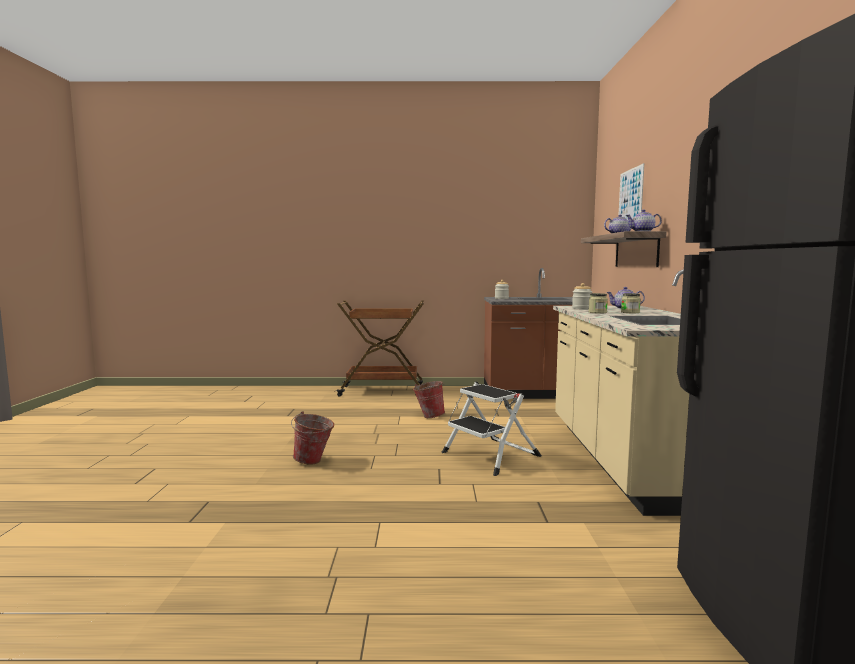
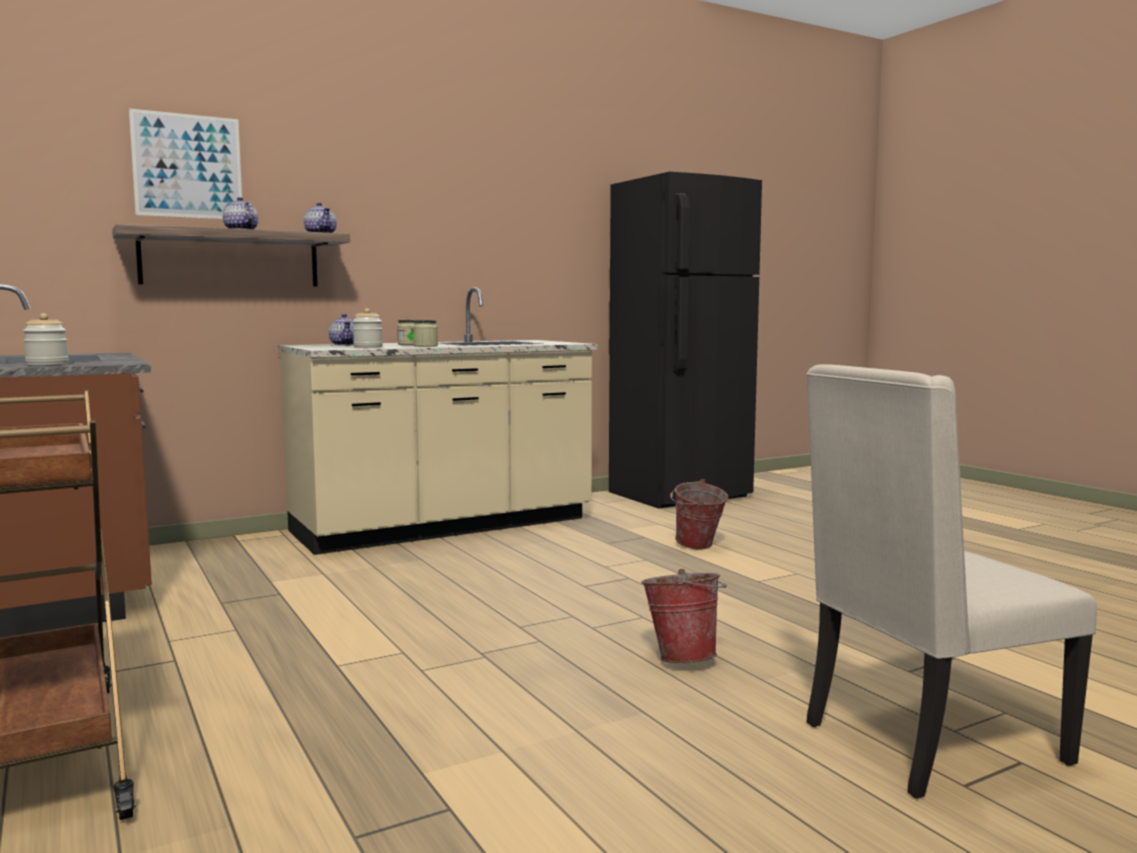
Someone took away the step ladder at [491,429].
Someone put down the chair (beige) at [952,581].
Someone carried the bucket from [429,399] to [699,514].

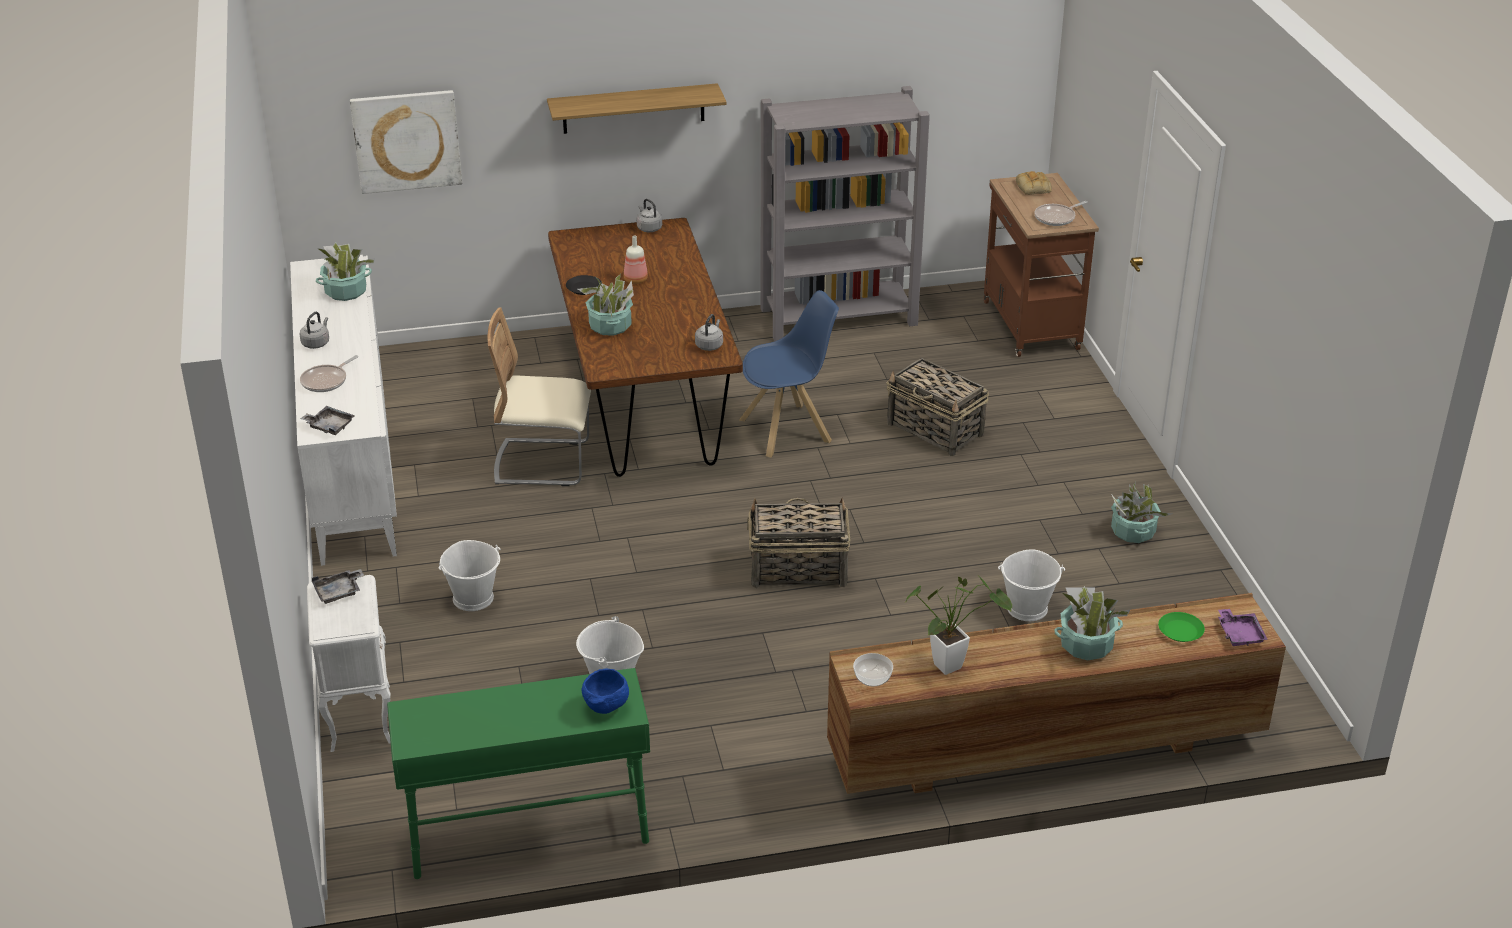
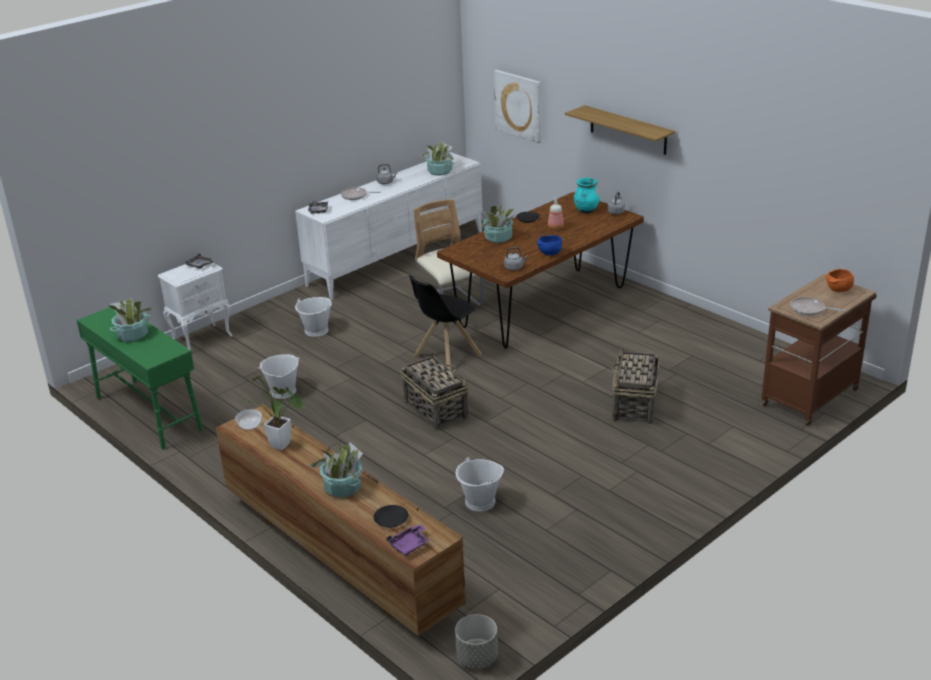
Someone took away the chair (blue) at [789,374].
Someone took away the bookcase (grey) at [845,213].
Someone put down the chair (black) at [445,323].
Someone put down the planter (grey) at [476,641].
Someone put down the vase (turquoise) at [587,196].
Someone carried the bowl (blue) from [605,691] to [549,245].
Someone carried the potted plant from [1141,512] to [129,320].
Someone swapped the bread at [1034,183] for the bowl (orange) at [840,280].
Someone repainted the plate (green) at [1181,627], which became the plate (black) at [391,516].

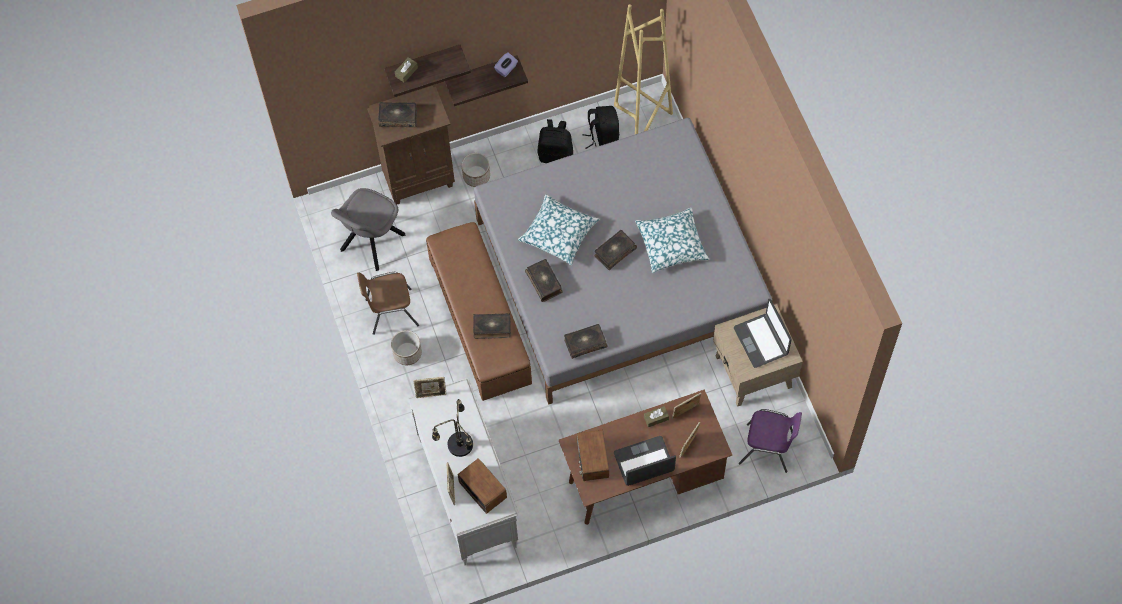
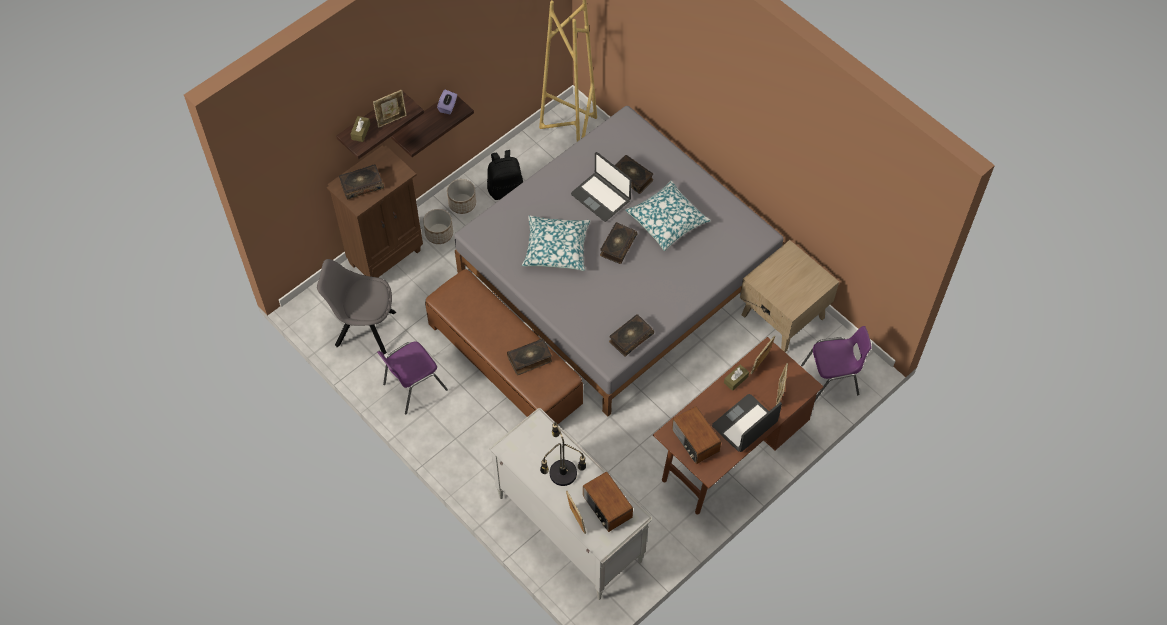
Someone took away the backpack (black) at [601,127].
Someone carried the planter from [406,347] to [461,196].
Someone carried the picture frame from [430,387] to [390,109].
Someone carried the book from [544,280] to [634,174].
Someone carried the laptop from [763,333] to [601,187].
Someone repainted the chair (brown) at [388,303], which became the chair (purple) at [412,377].
Someone rotated the chair (grey) at [368,229] by 90 degrees clockwise.
Someone rotated the radio at [482,486] by 150 degrees counterclockwise.

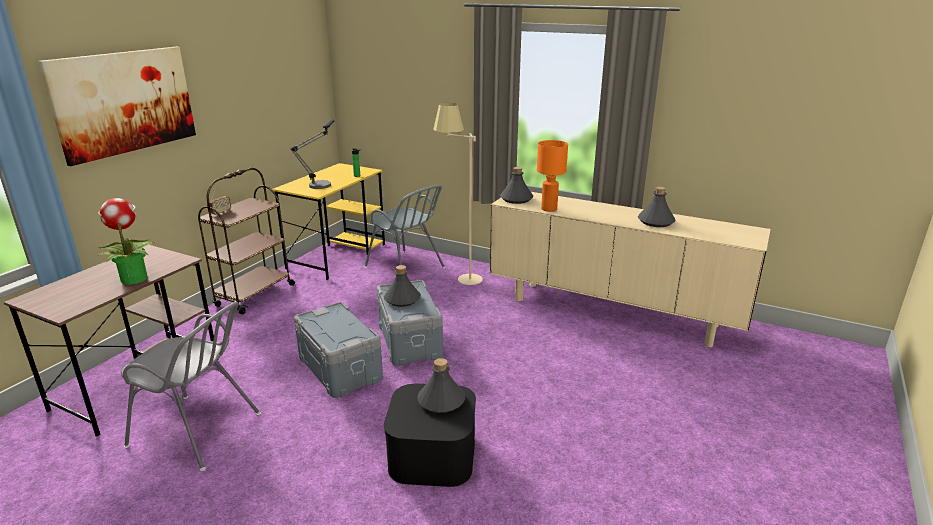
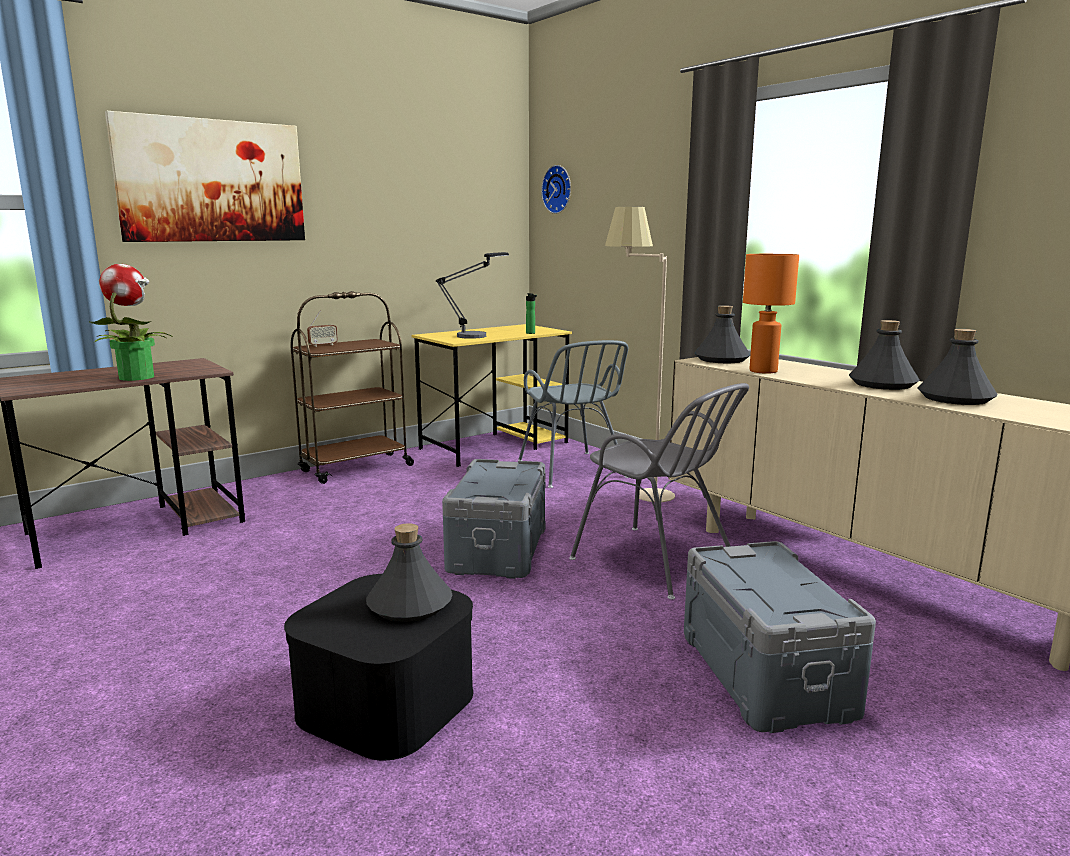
Someone put up the wall clock at [556,189].
Someone carried the chair (grey) from [191,386] to [659,491].
Someone carried the storage box (grey) from [338,350] to [780,637].
Someone carried the bottle (grey) from [402,286] to [884,355].

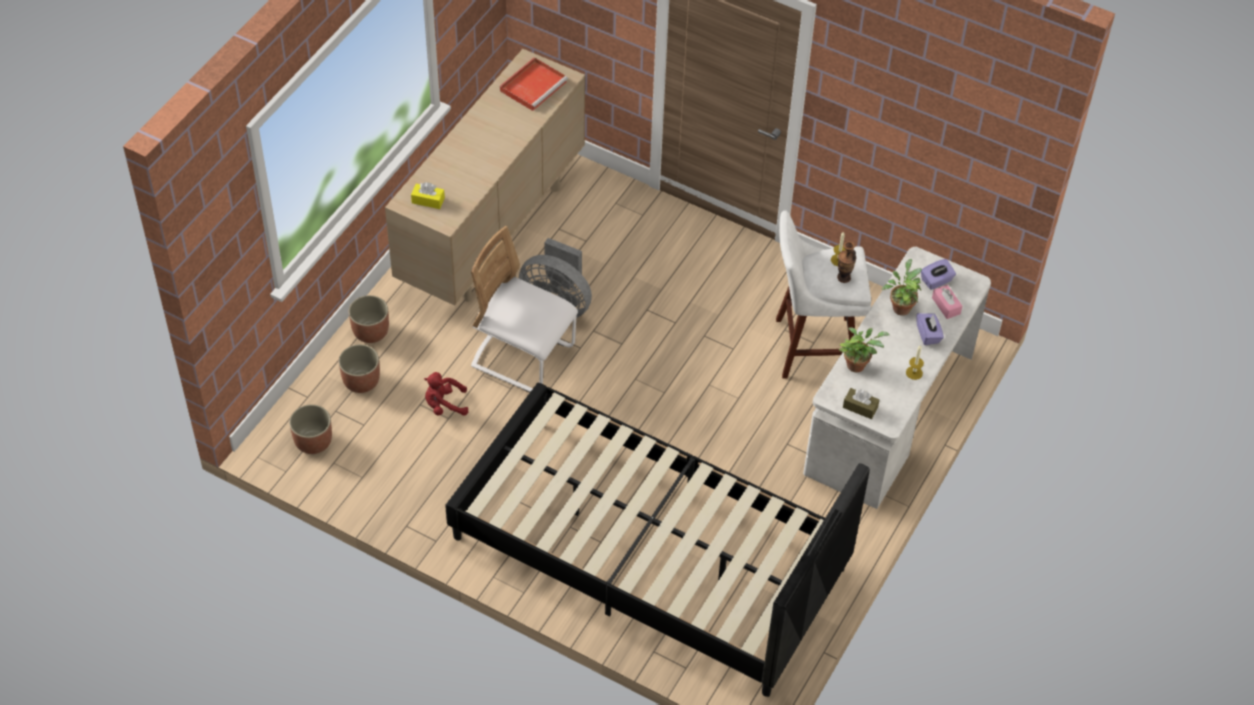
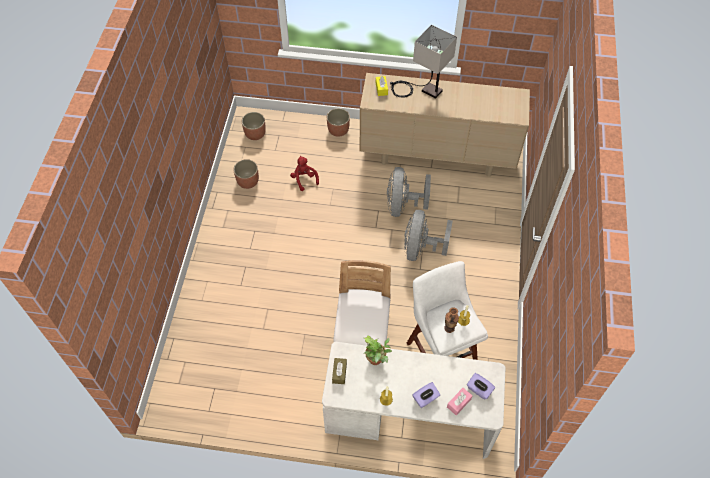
Someone took away the bed (black) at [657,540].
Someone took away the tray (red) at [534,84].
Someone took away the potted plant at [902,287].
Someone put down the table lamp at [423,62].
Someone put down the fan (grey) at [428,235].
Someone carried the planter from [359,368] to [246,174].
Someone carried the chair (white) from [524,309] to [362,303].

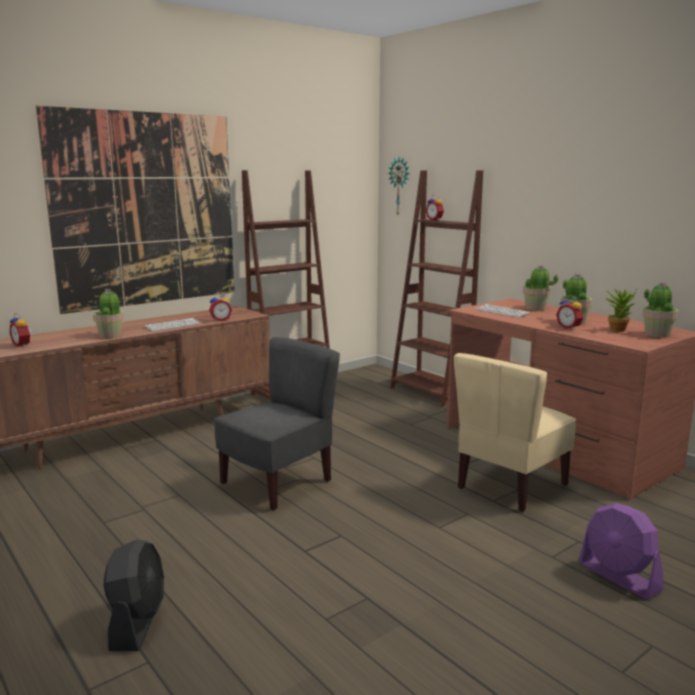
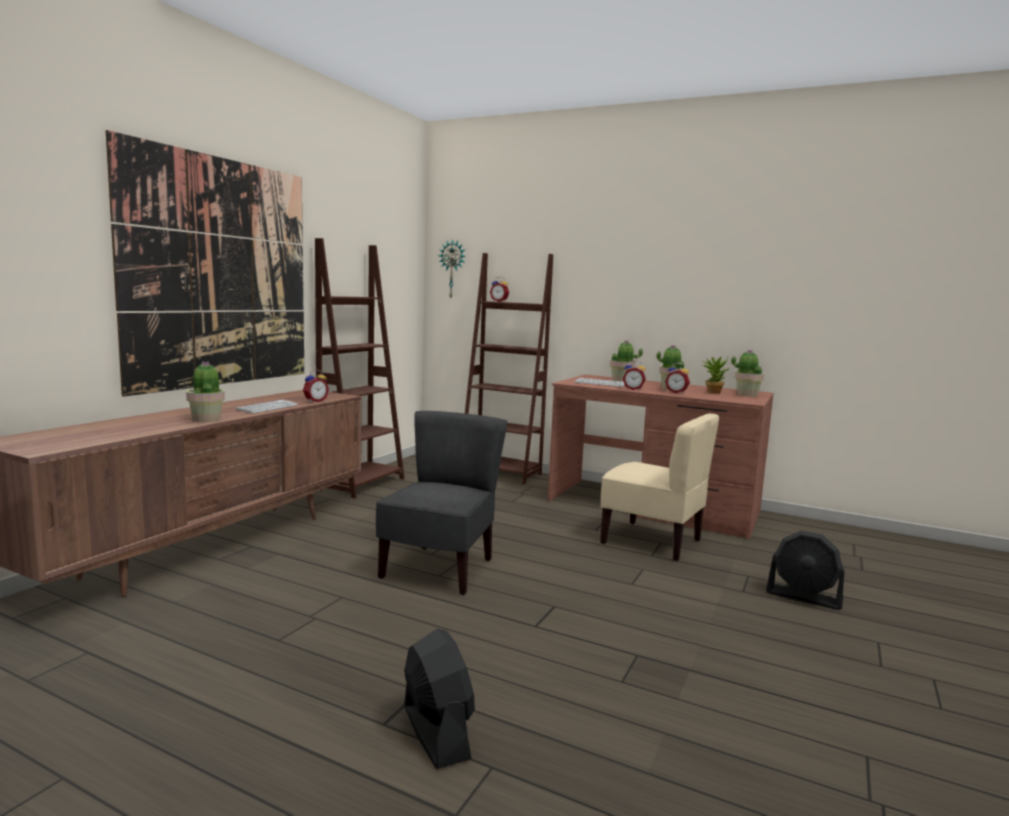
Someone carried the alarm clock from [21,330] to [634,375].
Someone repainted the fan (purple) at [621,551], which became the fan (black) at [805,570].
Someone rotated the chair (beige) at [515,432] by 75 degrees counterclockwise.

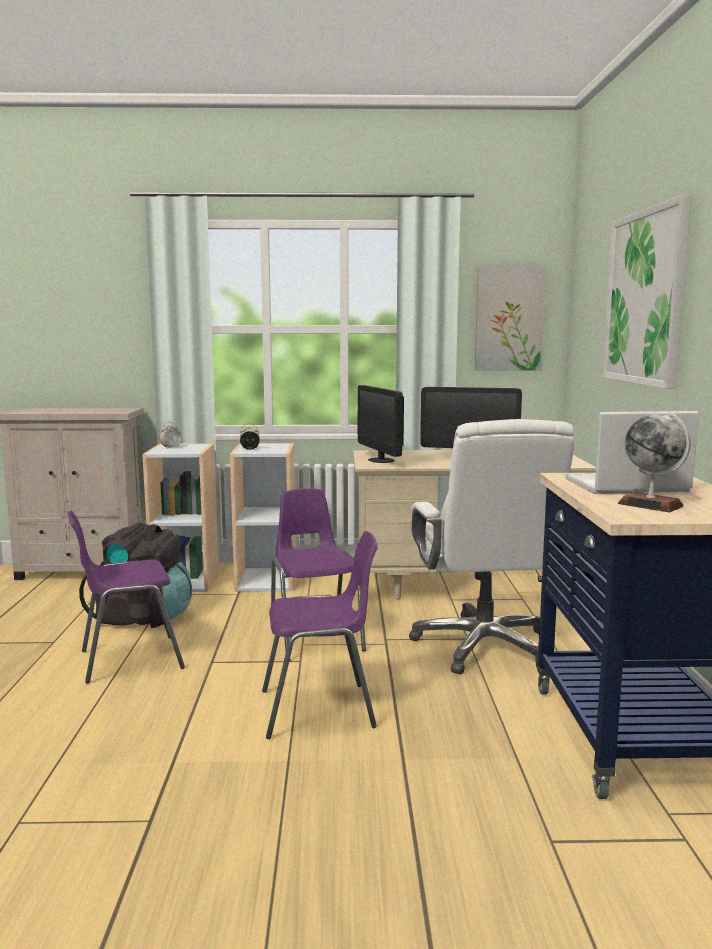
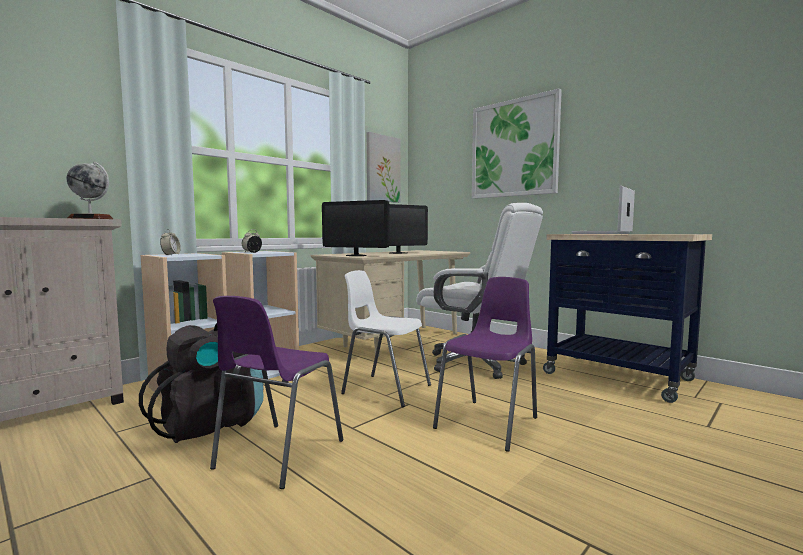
Someone carried the globe from [654,462] to [89,190].
Someone repainted the chair (purple) at [318,575], which became the chair (white) at [386,338].

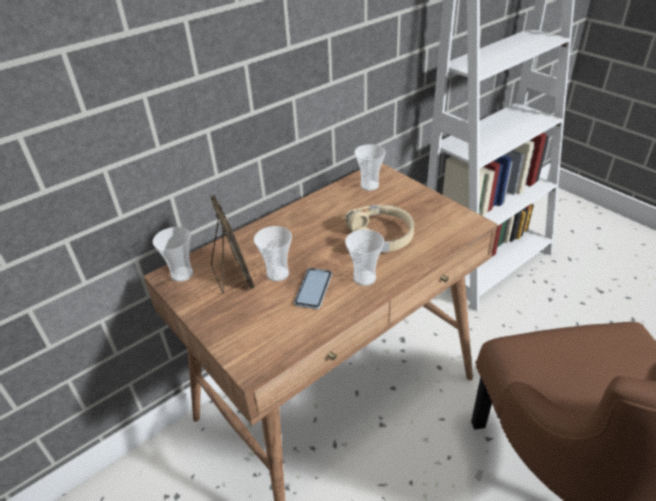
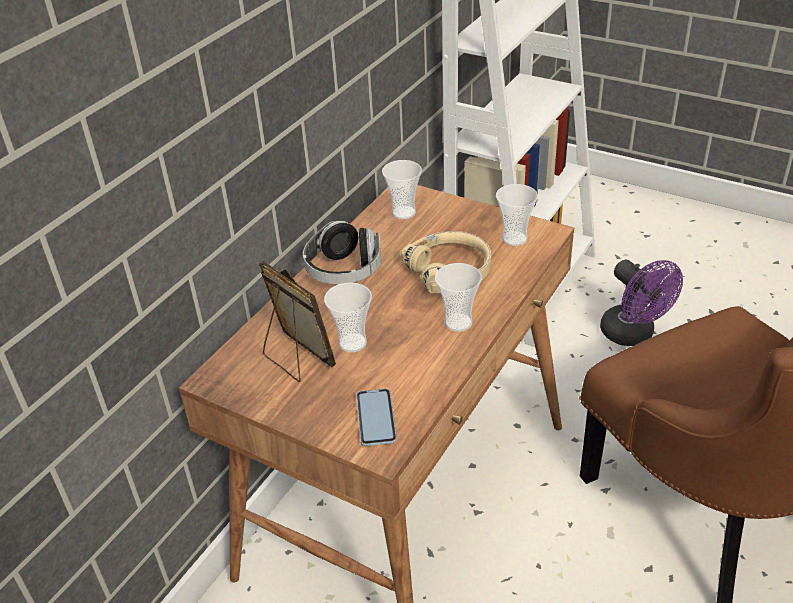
Someone put down the headphones at [342,252].
Someone put down the fan (purple) at [641,302].
Someone carried the cup from [173,254] to [517,215].
Someone carried the phone from [313,288] to [376,417].

